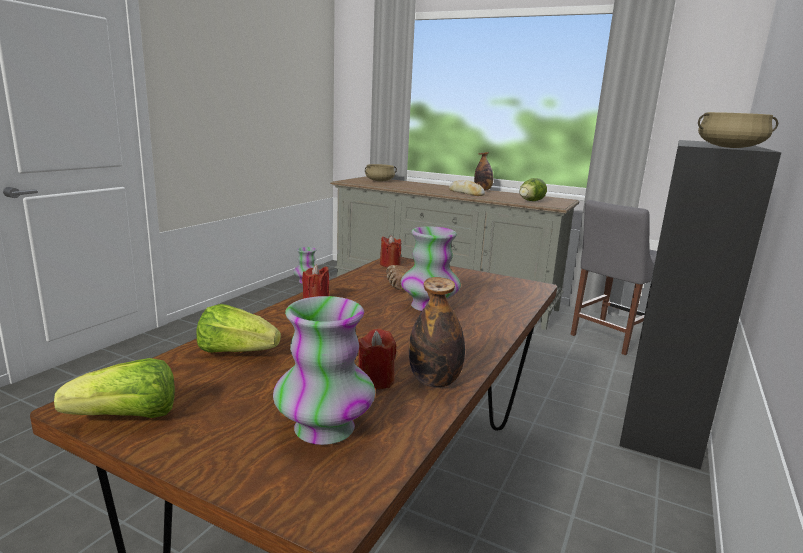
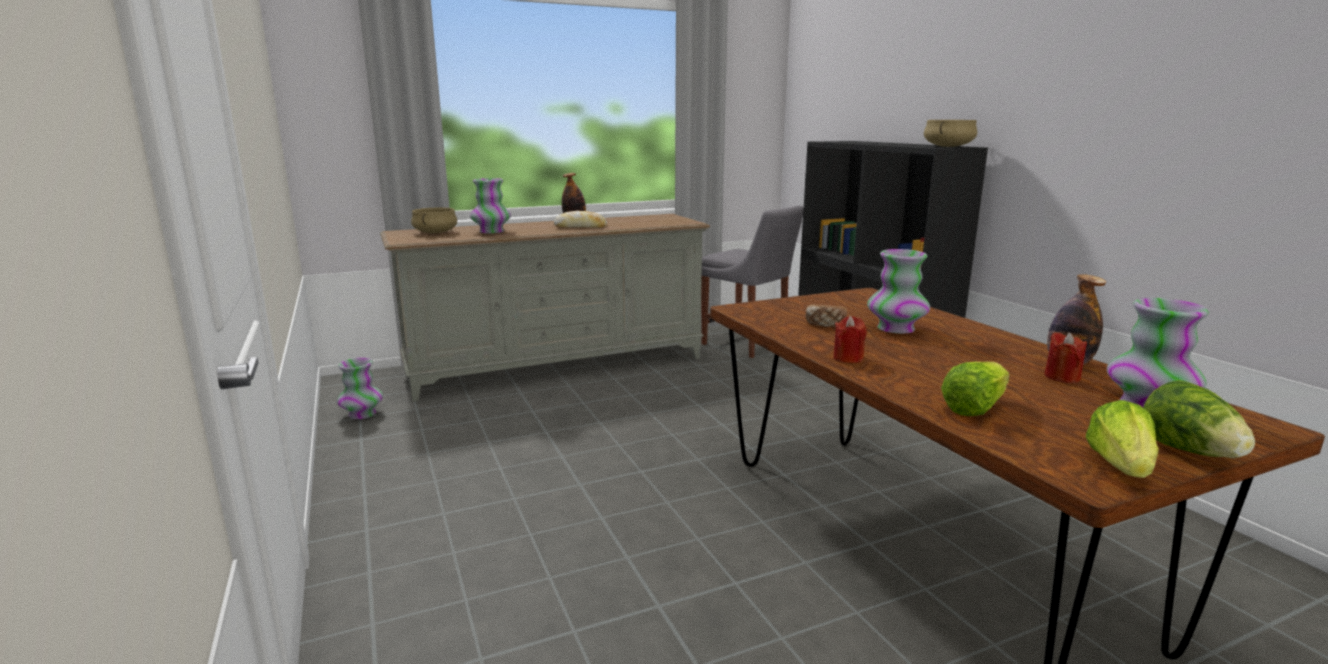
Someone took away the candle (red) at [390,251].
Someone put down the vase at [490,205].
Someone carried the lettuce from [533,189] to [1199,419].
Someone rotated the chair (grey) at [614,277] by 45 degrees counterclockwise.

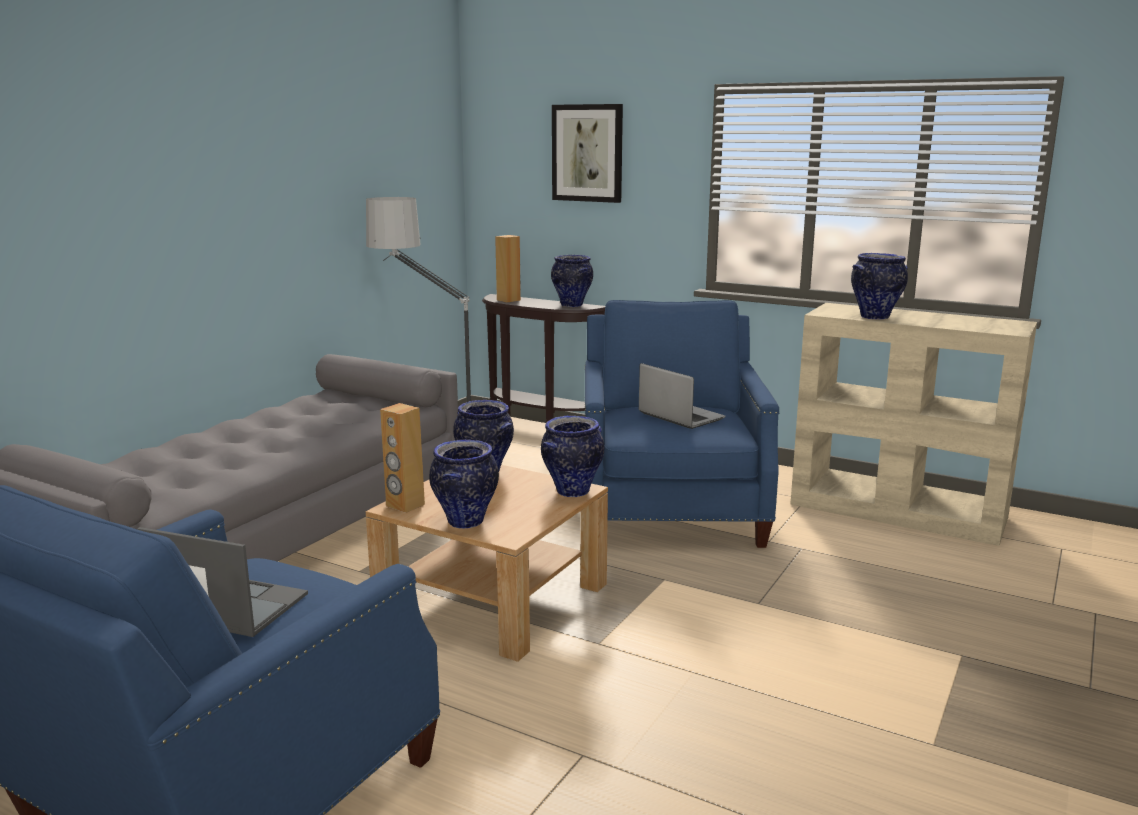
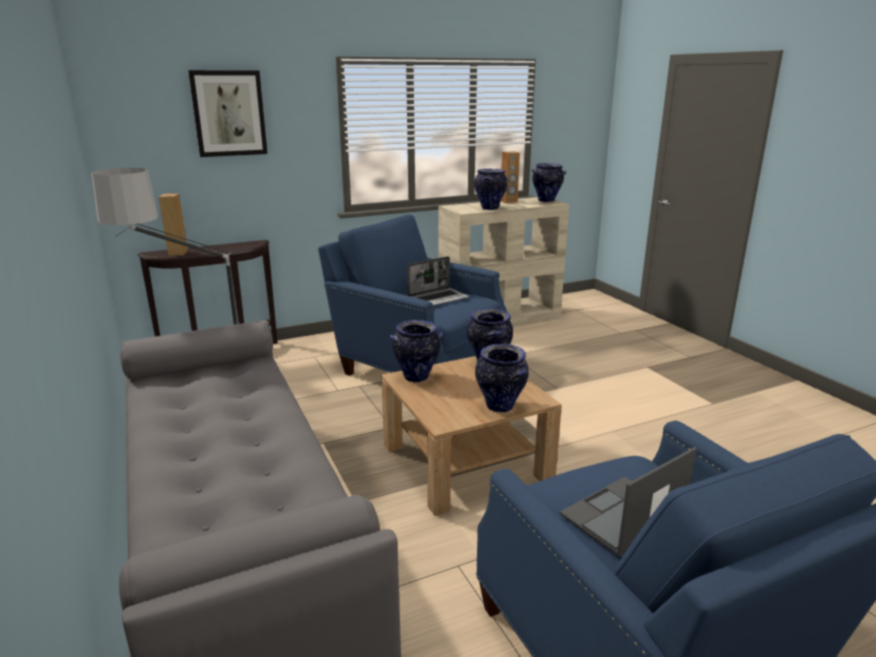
Someone carried the speaker (brown) from [402,458] to [510,177].
Someone carried the vase from [572,281] to [549,182].
Someone rotated the laptop at [682,396] by 150 degrees clockwise.

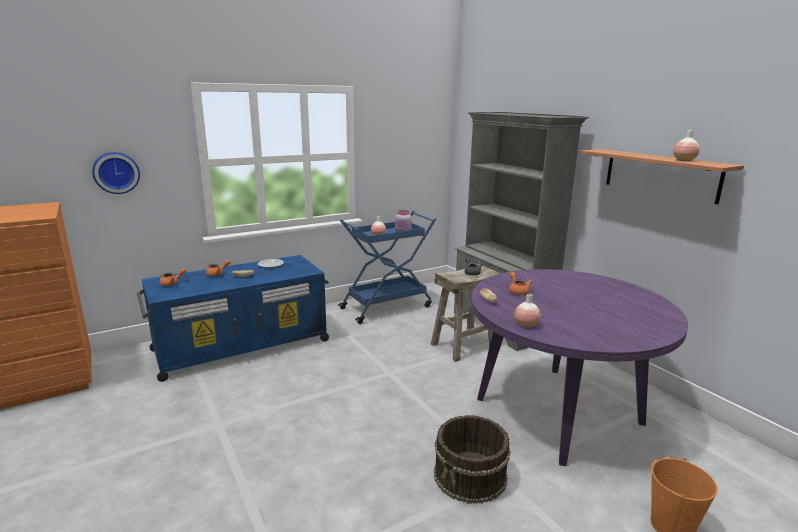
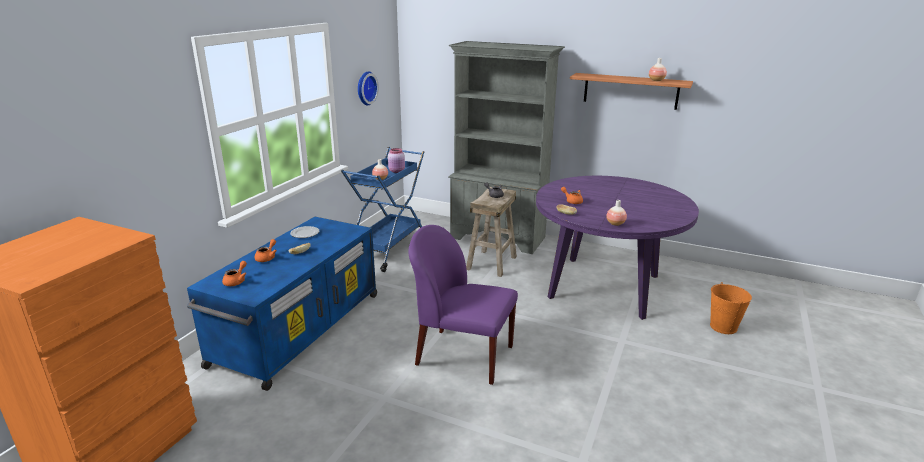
Someone took away the bucket (brown) at [472,459].
Someone put down the chair (purple) at [463,305].
Someone carried the wall clock from [116,173] to [368,88].

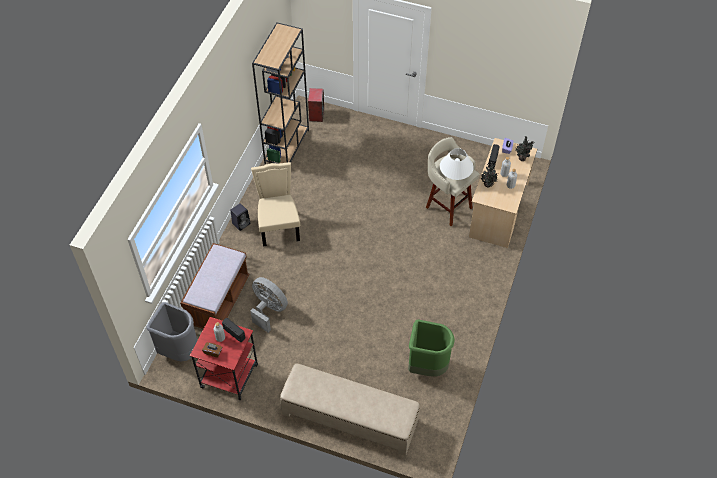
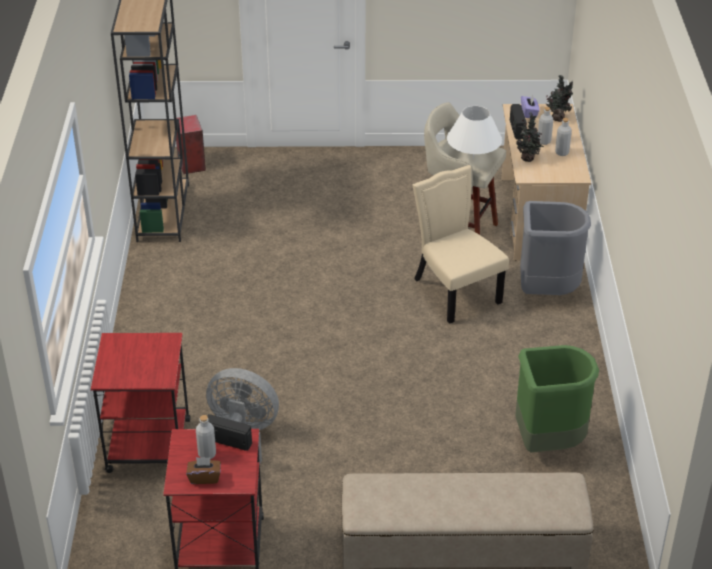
Someone took away the speaker (black) at [240,217].
Someone carried the trash can (grey) from [171,332] to [555,248].
Someone carried the chair (beige) from [275,204] to [461,244].
Someone swapped the bench (brown) at [214,286] for the cart (red) at [140,403].

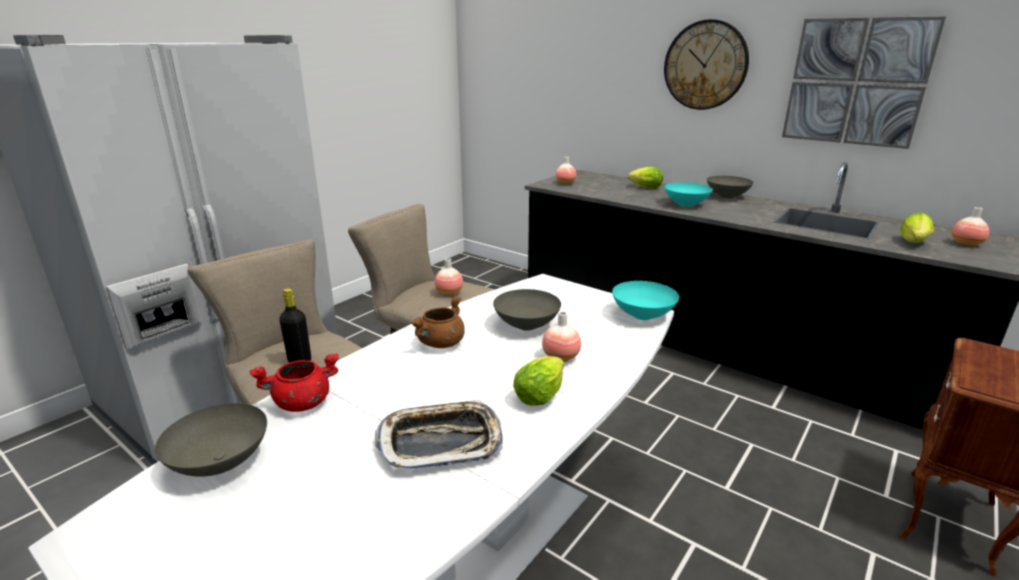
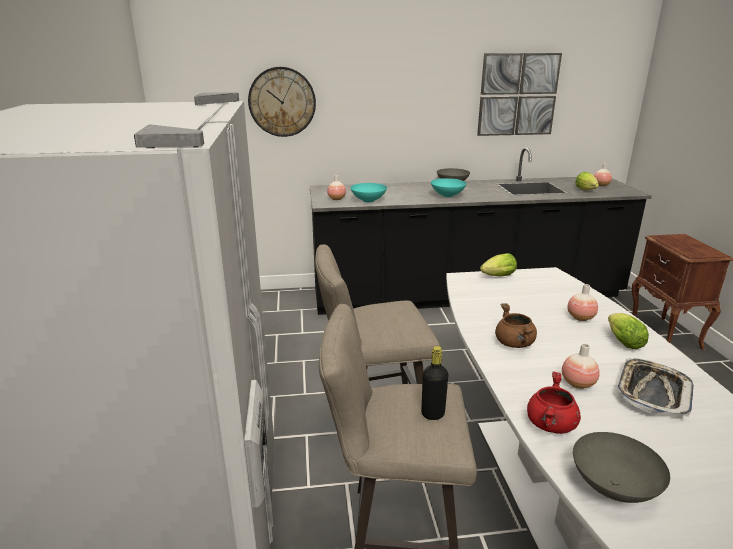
Someone took away the bowl (grey) at [527,310].
Someone carried the vase from [449,277] to [581,366].
Someone carried the bowl (turquoise) from [645,300] to [368,192].
Someone carried the lettuce from [645,177] to [498,265].
Someone carried the wall clock from [706,64] to [282,102].

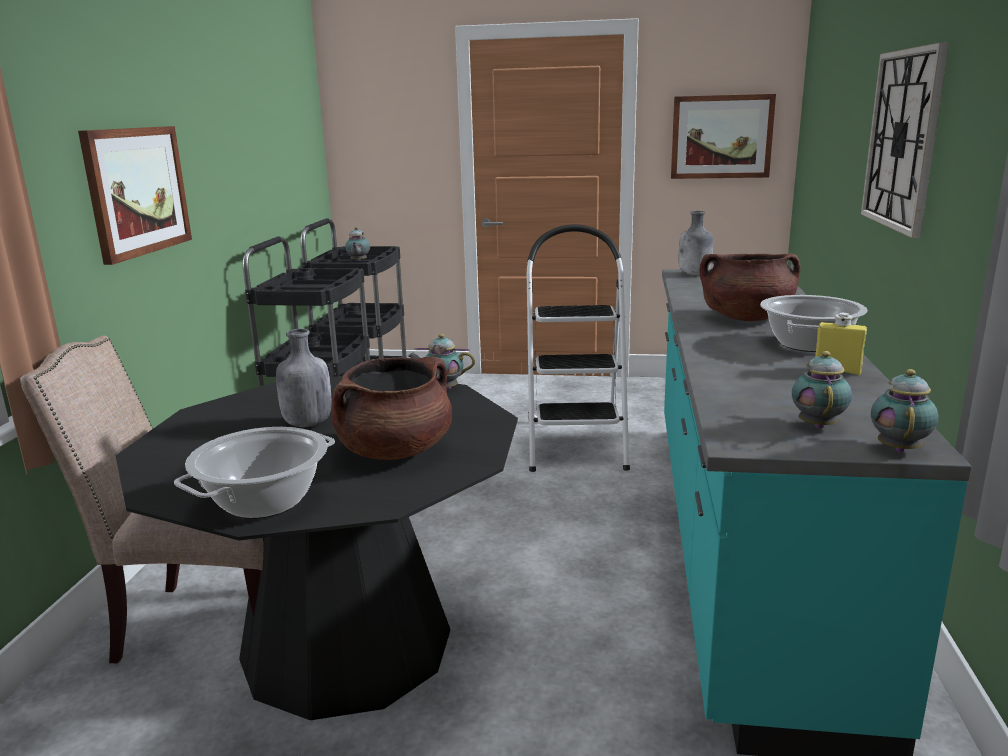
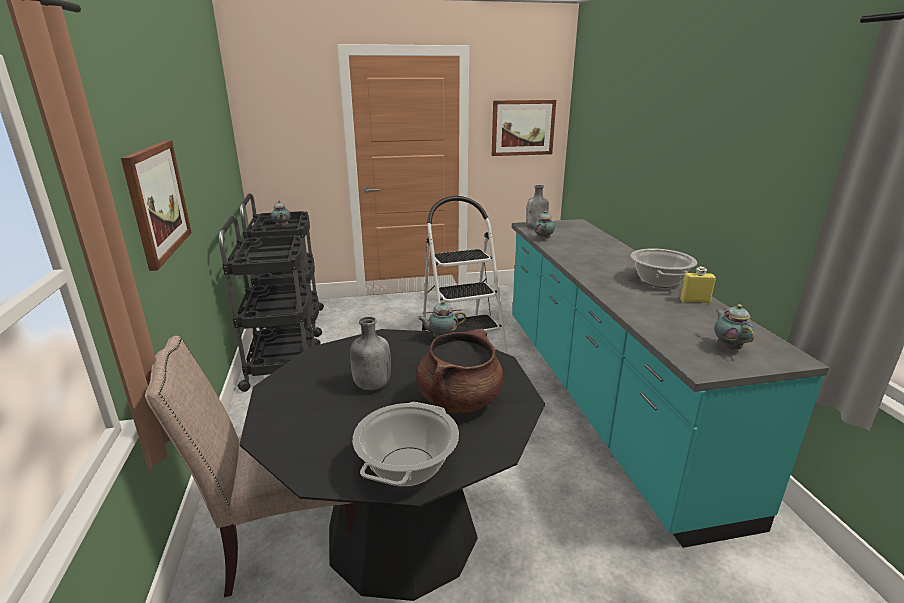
Someone took away the cooking pot (brown) at [749,287].
Someone took away the wall clock at [905,140].
Someone carried the teapot from [905,411] to [544,226].

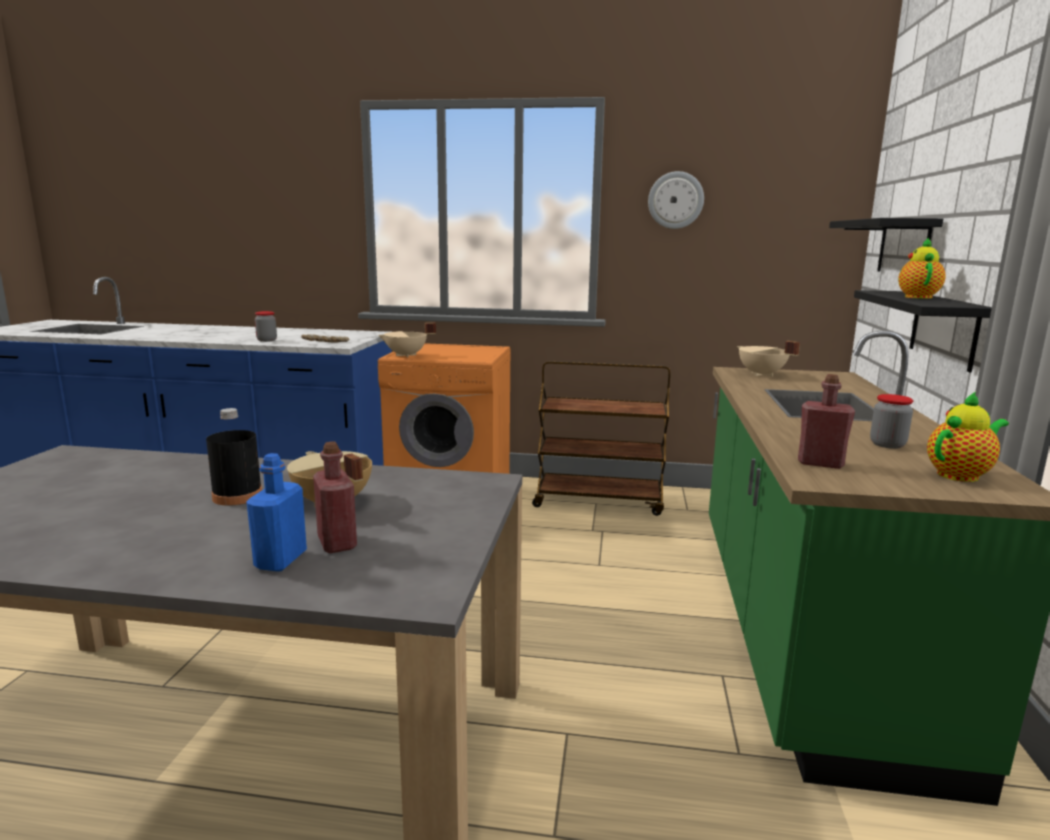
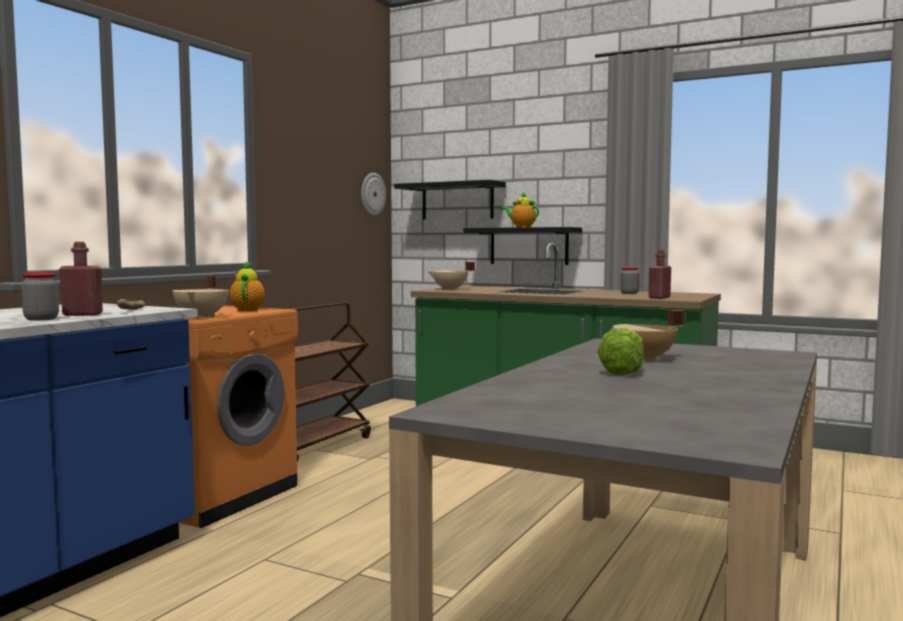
Someone took away the bottle (blue) at [276,512].
Someone carried the bottle (red) from [335,497] to [81,279].
Someone carried the wall clock from [676,200] to [373,194].
Someone carried the teapot from [968,437] to [247,286].
Someone swapped the bottle (black) at [234,457] for the lettuce at [620,351].

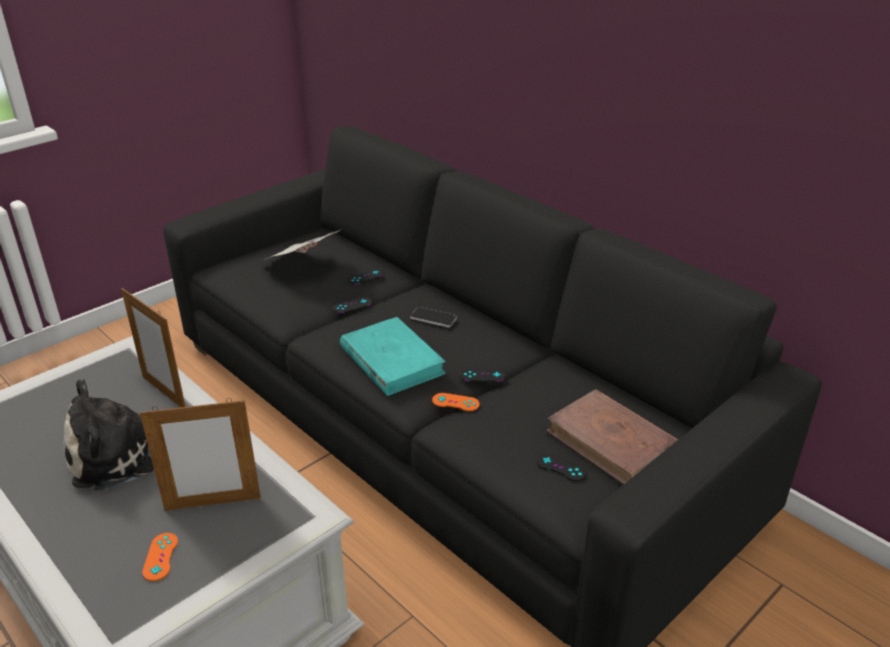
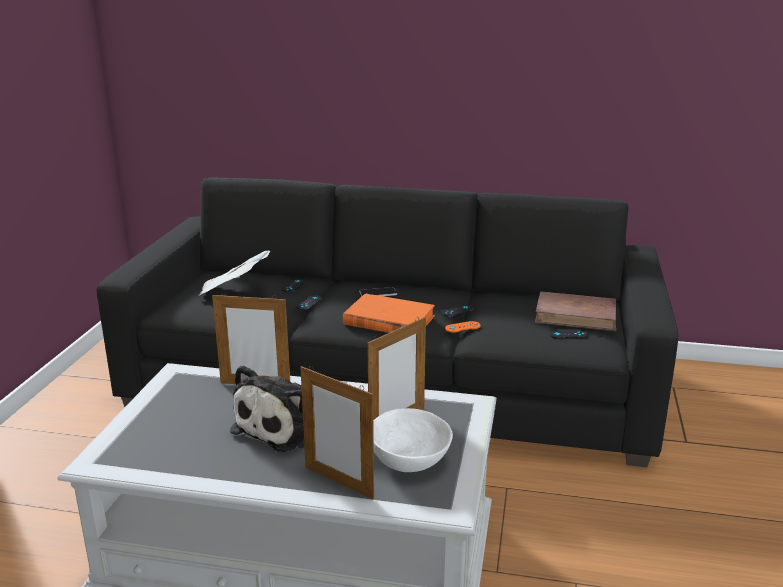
Someone put down the picture frame at [337,433].
Someone swapped the game controller (orange) at [160,557] for the bowl (white) at [413,440].
Someone repainted the book (turquoise) at [393,356], which became the book (orange) at [389,313].

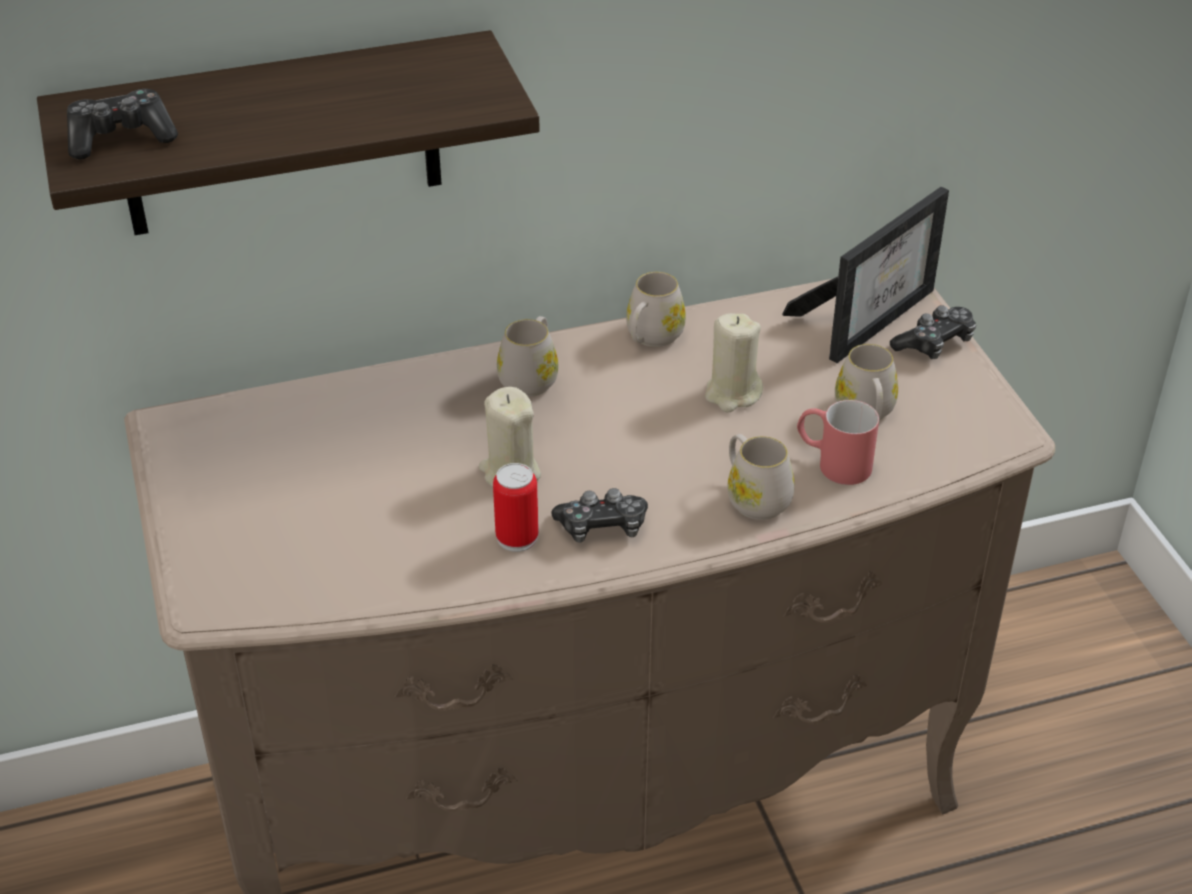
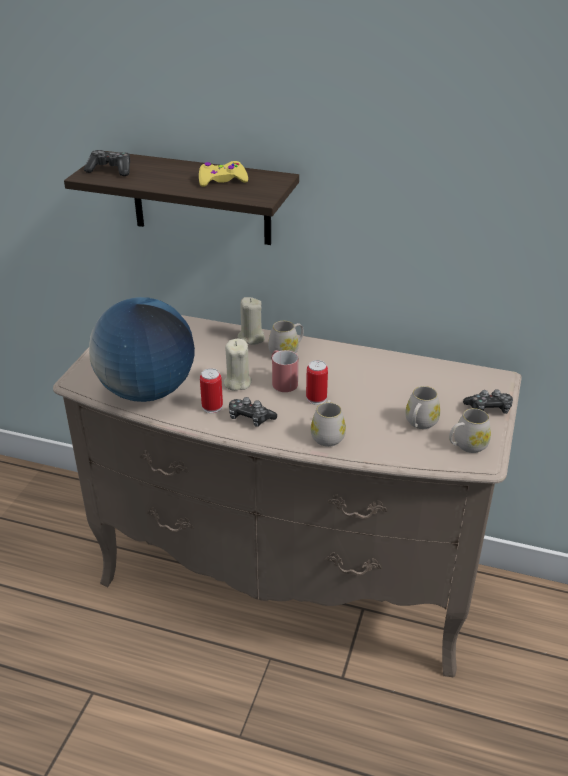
Someone took away the picture frame at [865,275].
Someone put down the globe at [142,349].
Someone put down the game controller (yellow) at [223,174].
Someone put down the can at [317,382].
Someone carried the mug (white) from [656,309] to [470,430].
Someone carried the candle (beige) from [734,362] to [251,321].
Someone carried the mug (red) from [838,442] to [284,371].

